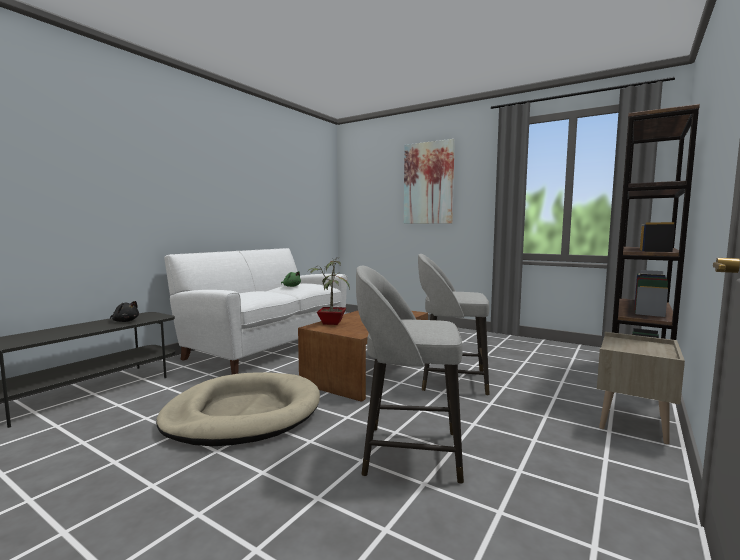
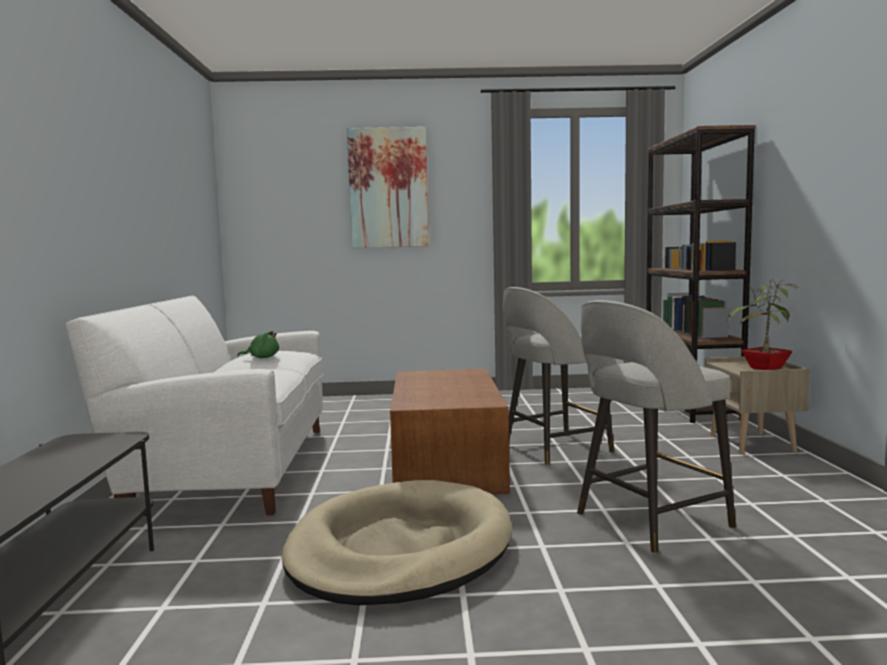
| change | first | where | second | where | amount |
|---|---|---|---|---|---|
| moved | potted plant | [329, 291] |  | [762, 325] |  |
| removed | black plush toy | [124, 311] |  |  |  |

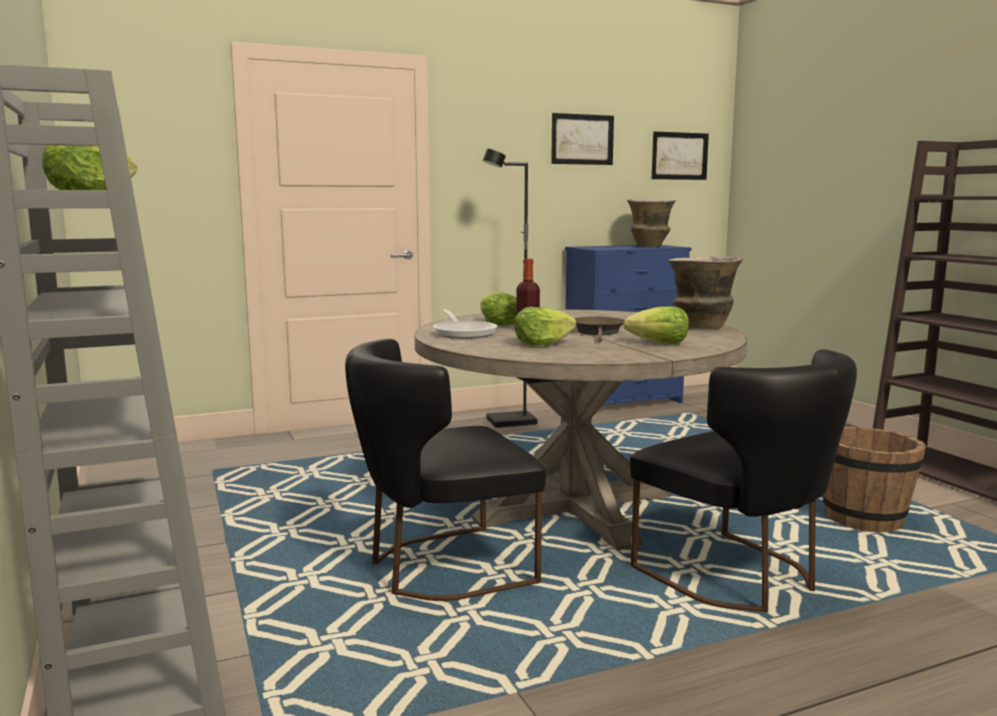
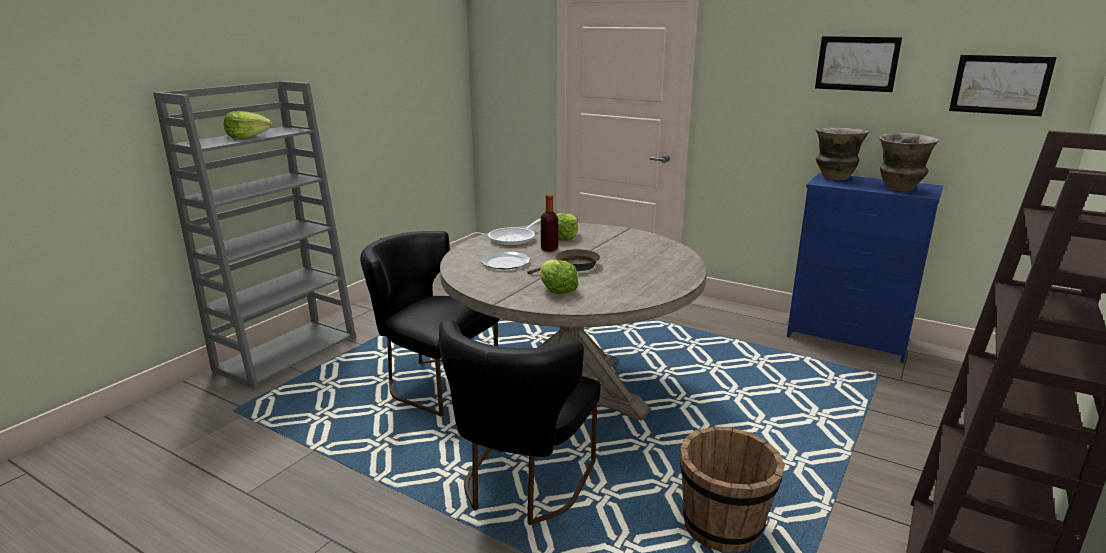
| change | first | where | second | where | amount |
|---|---|---|---|---|---|
| removed | black floor lamp | [510, 288] |  |  |  |
| moved | vase | [705, 293] |  | [842, 154] |  |
| replaced | lettuce | [545, 326] | plate | [505, 260] |  |

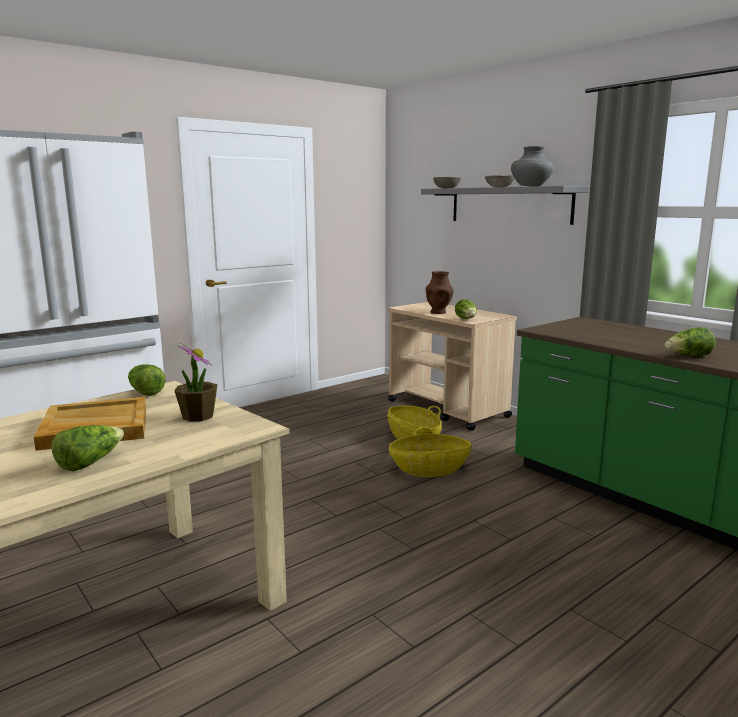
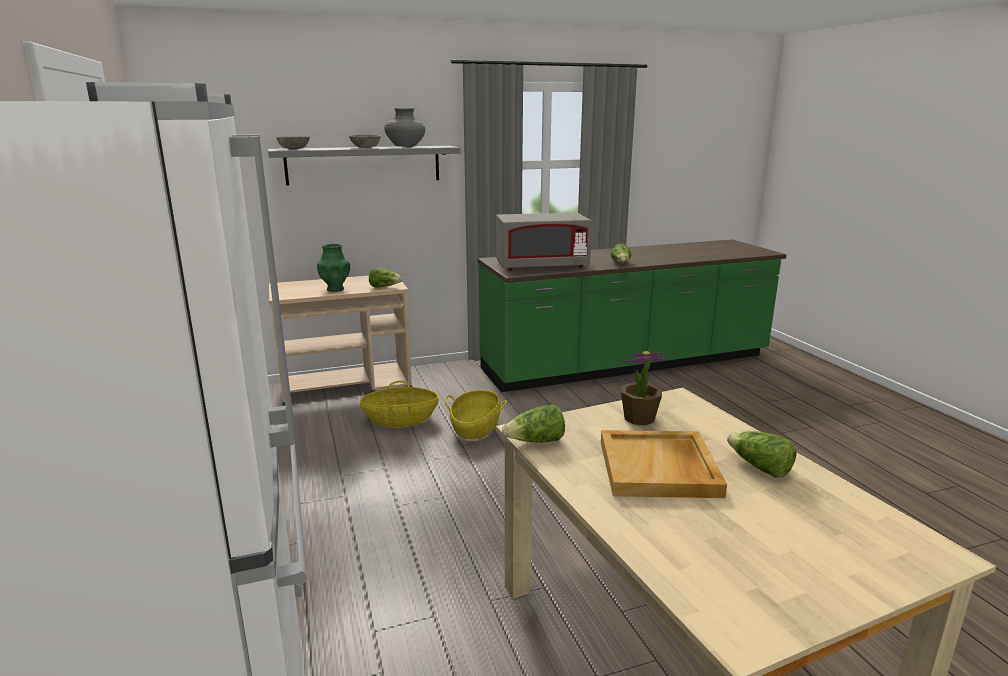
| change | first | where | second | where | amount |
|---|---|---|---|---|---|
| recoloured | brown vase | [440, 292] | green vase | [333, 267] |  |
| added |  |  | grey microwave | [544, 241] |  |

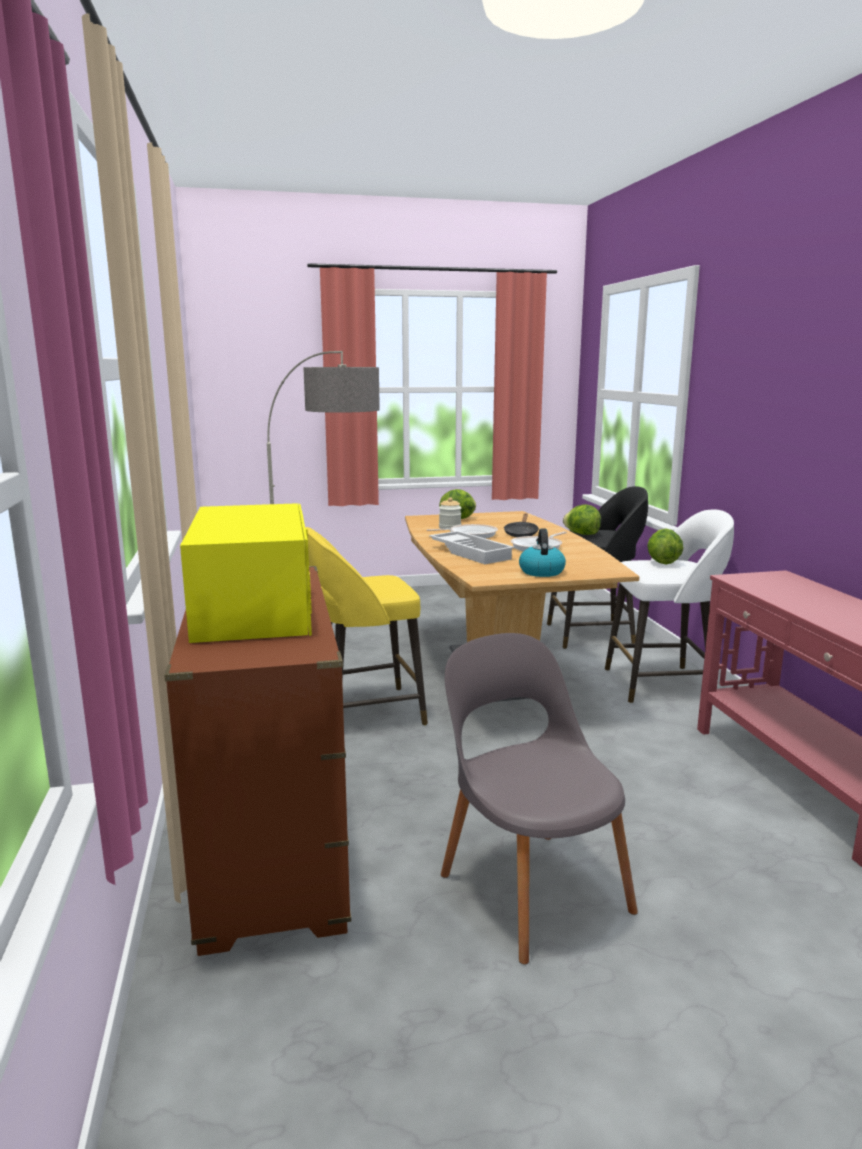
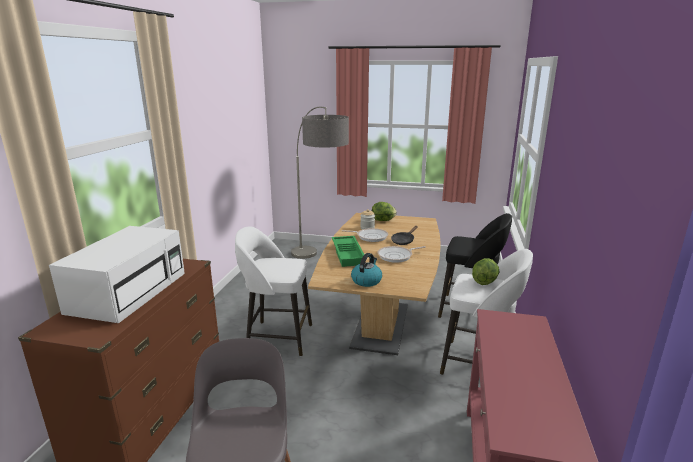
| change | first | where | second | where | amount |
|---|---|---|---|---|---|
| recoloured | yellow microwave | [246, 573] | white microwave | [117, 274] |  |
| removed | lettuce | [582, 519] |  |  |  |
| recoloured | yellow stool | [366, 626] | white stool | [273, 291] |  |
| recoloured | white tray | [472, 547] | green tray | [348, 251] |  |

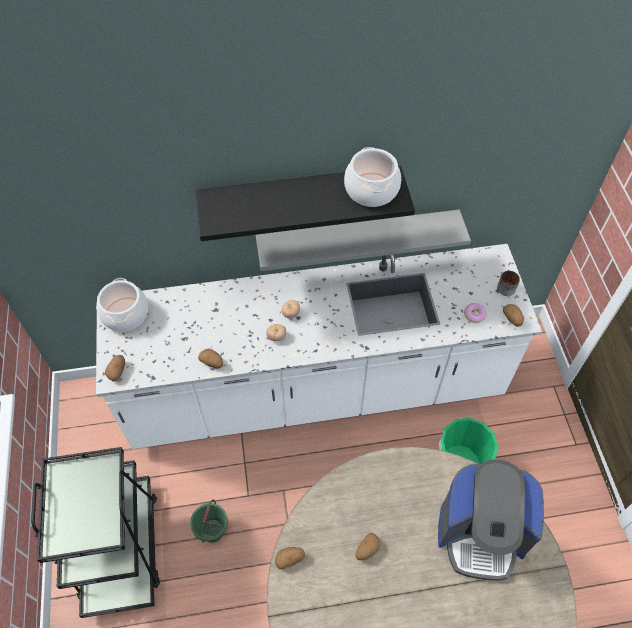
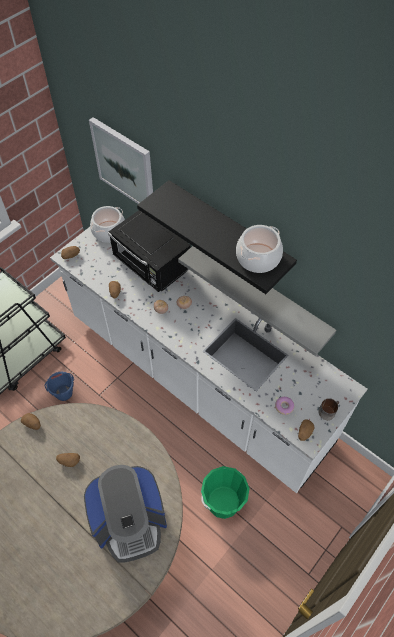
| change | first | where | second | where | amount |
|---|---|---|---|---|---|
| turned | coffee machine | [491, 519] |  | [125, 514] | 75 degrees counterclockwise |
| recoloured | green bucket | [209, 521] | blue bucket | [59, 386] |  |
| added |  |  | picture | [121, 160] |  |
| added |  |  | black microwave | [149, 251] |  |

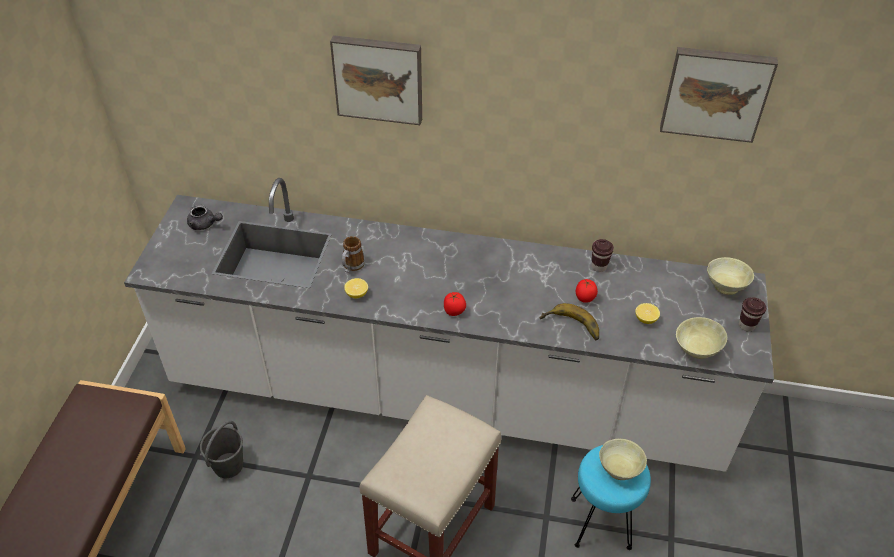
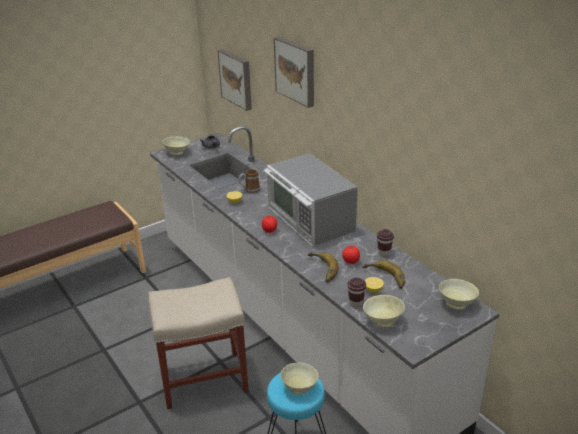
| change | first | where | second | where | amount |
|---|---|---|---|---|---|
| moved | picture | [719, 95] |  | [235, 80] |  |
| moved | brown cup | [752, 314] |  | [356, 292] |  |
| removed | grey bucket | [221, 449] |  |  |  |
| added |  |  | beige bowl | [176, 145] |  |
| added |  |  | microwave | [311, 200] |  |
| added |  |  | banana | [383, 274] |  |

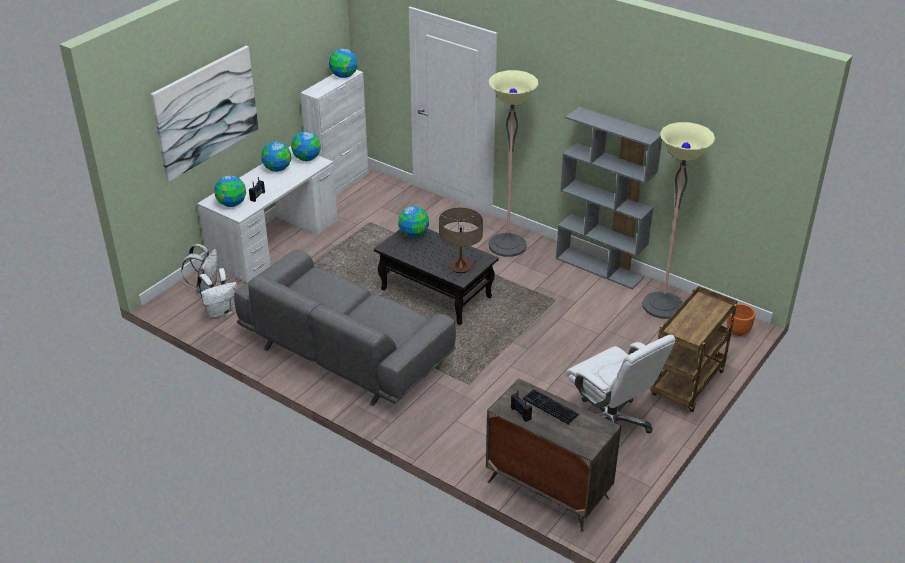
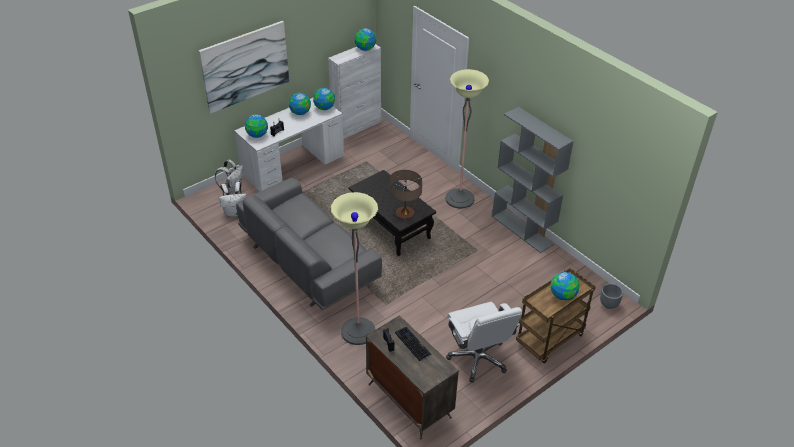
| change | first | where | second | where | amount |
|---|---|---|---|---|---|
| moved | floor lamp | [678, 220] |  | [354, 268] |  |
| moved | globe | [413, 222] |  | [565, 286] |  |
| recoloured | orange planter | [741, 320] | grey planter | [611, 296] |  |

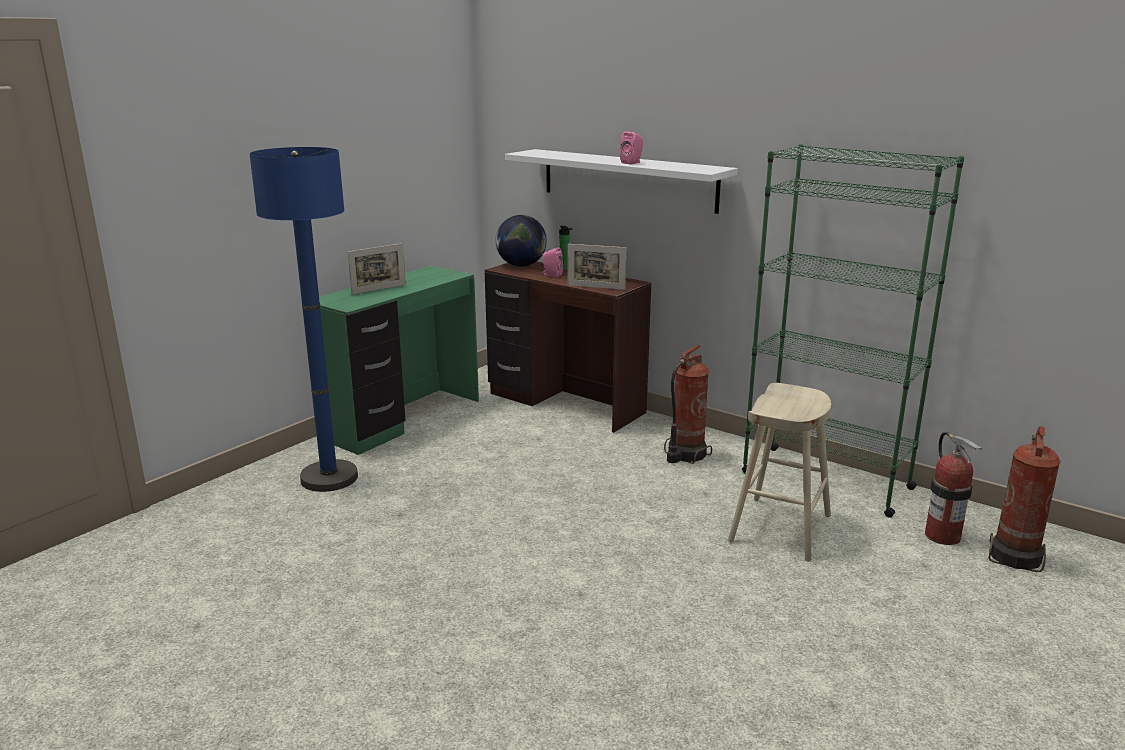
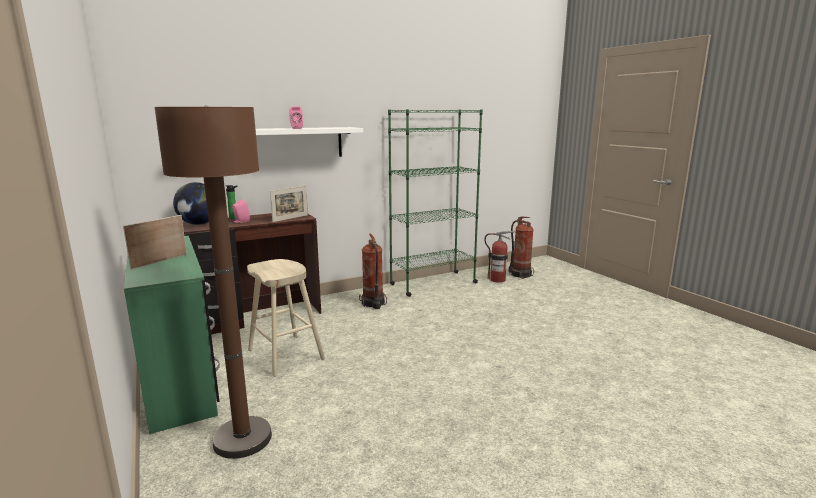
| change | first | where | second | where | amount |
|---|---|---|---|---|---|
| recoloured | blue floor lamp | [303, 319] | brown floor lamp | [213, 282] |  |
| turned | picture frame | [377, 269] |  | [155, 242] | 135 degrees counterclockwise |
| moved | beige stool | [779, 472] |  | [286, 317] |  |

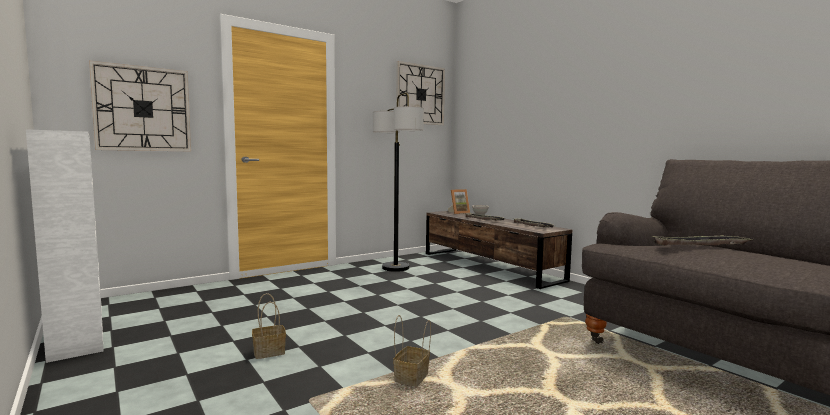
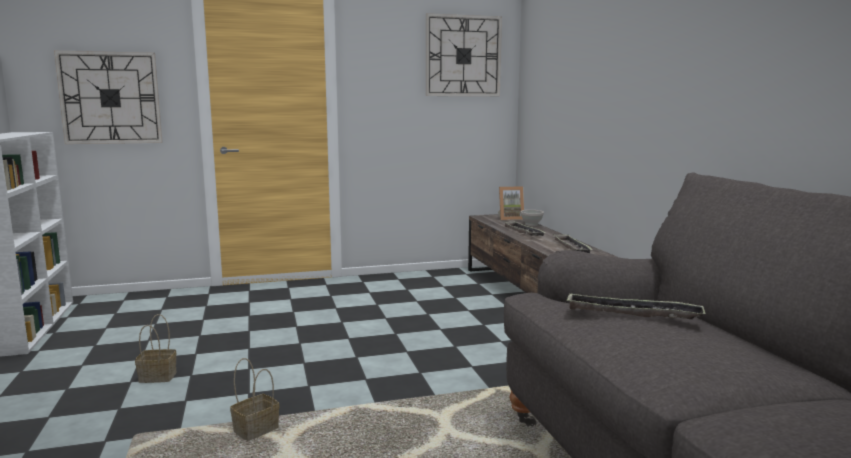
| change | first | where | second | where | amount |
|---|---|---|---|---|---|
| removed | floor lamp | [398, 182] |  |  |  |

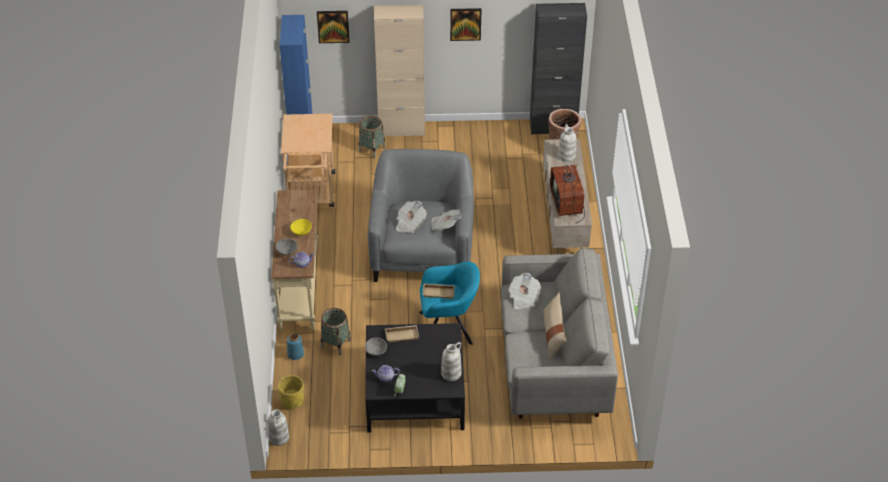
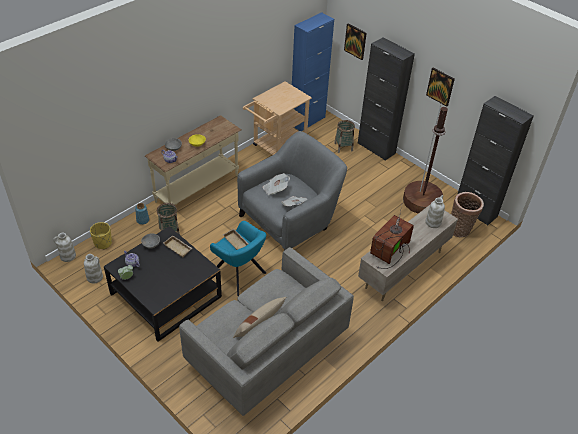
| change | first | where | second | where | amount |
|---|---|---|---|---|---|
| recoloured | beige cabinet | [399, 70] | black cabinet | [386, 99] |  |
| removed | newspaper | [525, 291] |  |  |  |
| moved | white vase | [451, 361] |  | [93, 269] |  |
| added |  |  | brown floor lamp | [425, 159] |  |

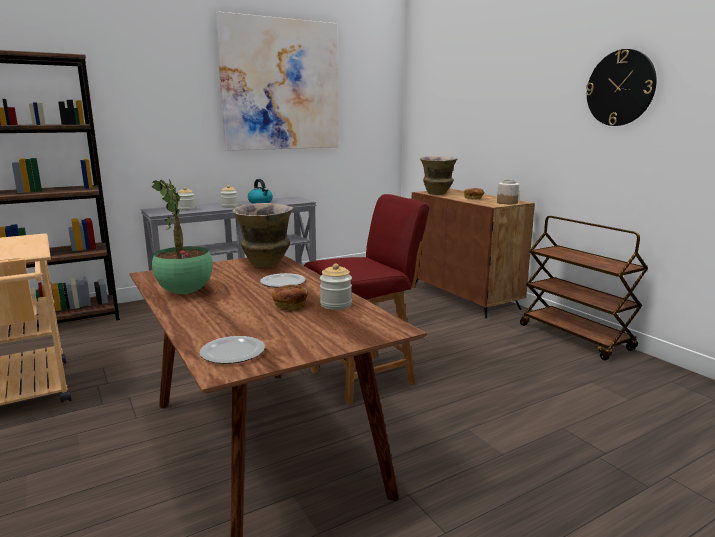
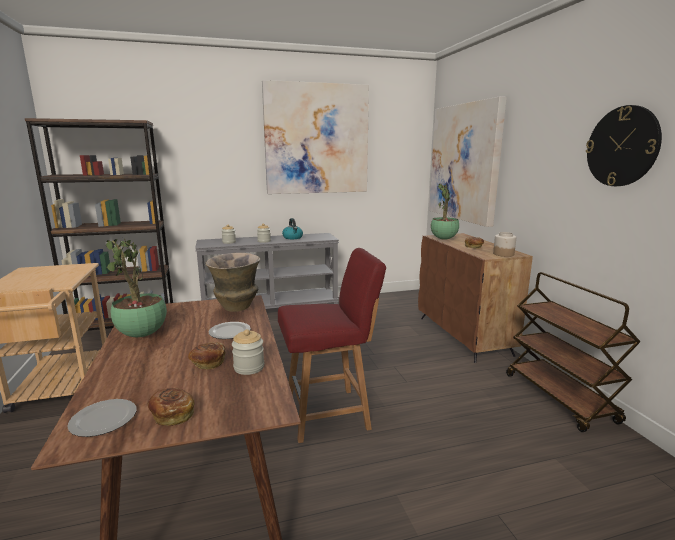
| change | first | where | second | where | amount |
|---|---|---|---|---|---|
| replaced | vase | [439, 175] | potted plant | [445, 212] |  |
| added |  |  | picture | [468, 161] |  |
| added |  |  | bread | [171, 407] |  |

